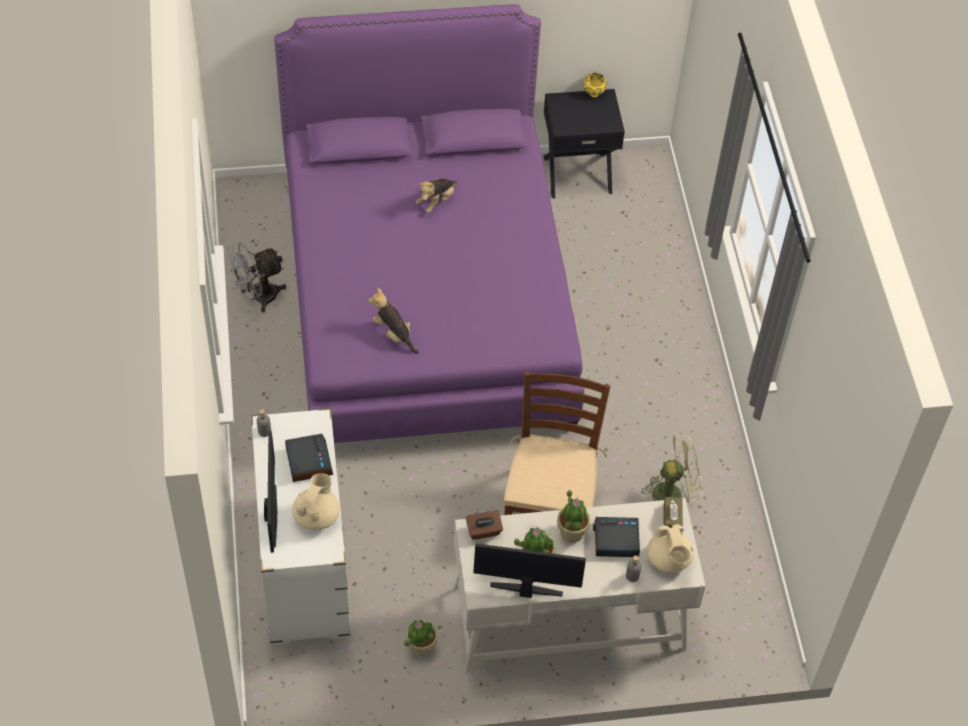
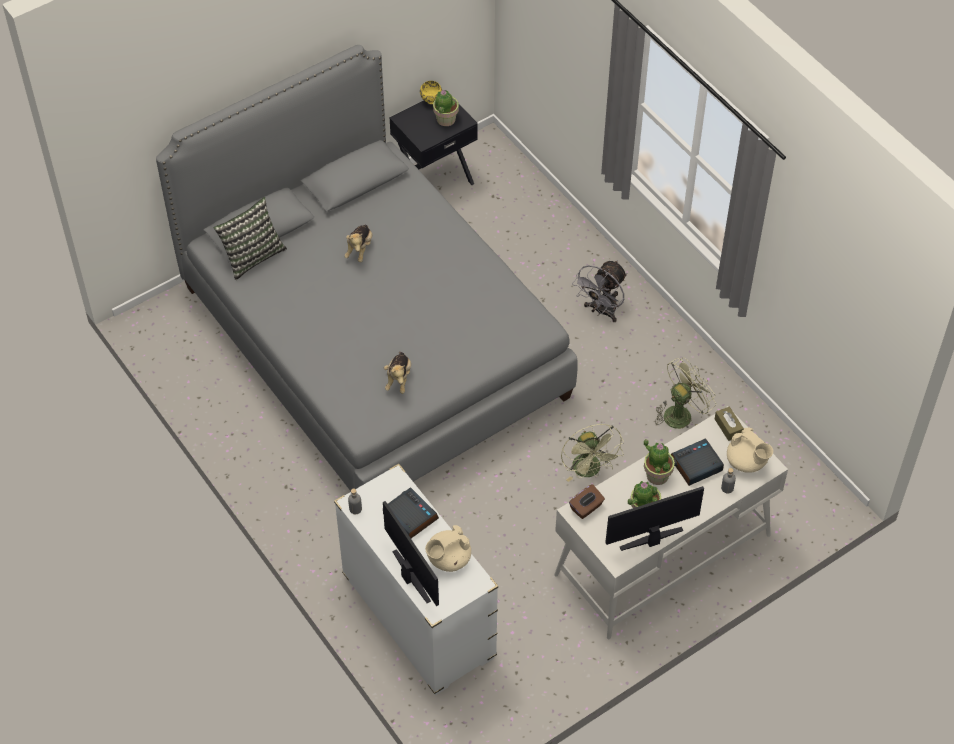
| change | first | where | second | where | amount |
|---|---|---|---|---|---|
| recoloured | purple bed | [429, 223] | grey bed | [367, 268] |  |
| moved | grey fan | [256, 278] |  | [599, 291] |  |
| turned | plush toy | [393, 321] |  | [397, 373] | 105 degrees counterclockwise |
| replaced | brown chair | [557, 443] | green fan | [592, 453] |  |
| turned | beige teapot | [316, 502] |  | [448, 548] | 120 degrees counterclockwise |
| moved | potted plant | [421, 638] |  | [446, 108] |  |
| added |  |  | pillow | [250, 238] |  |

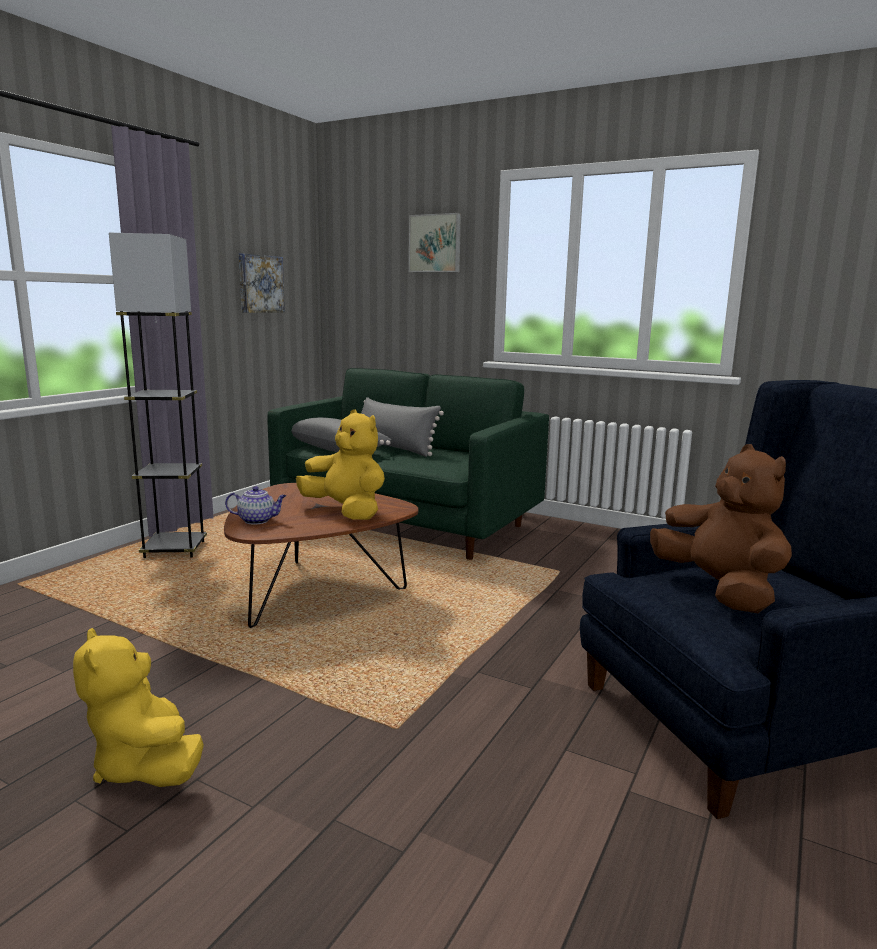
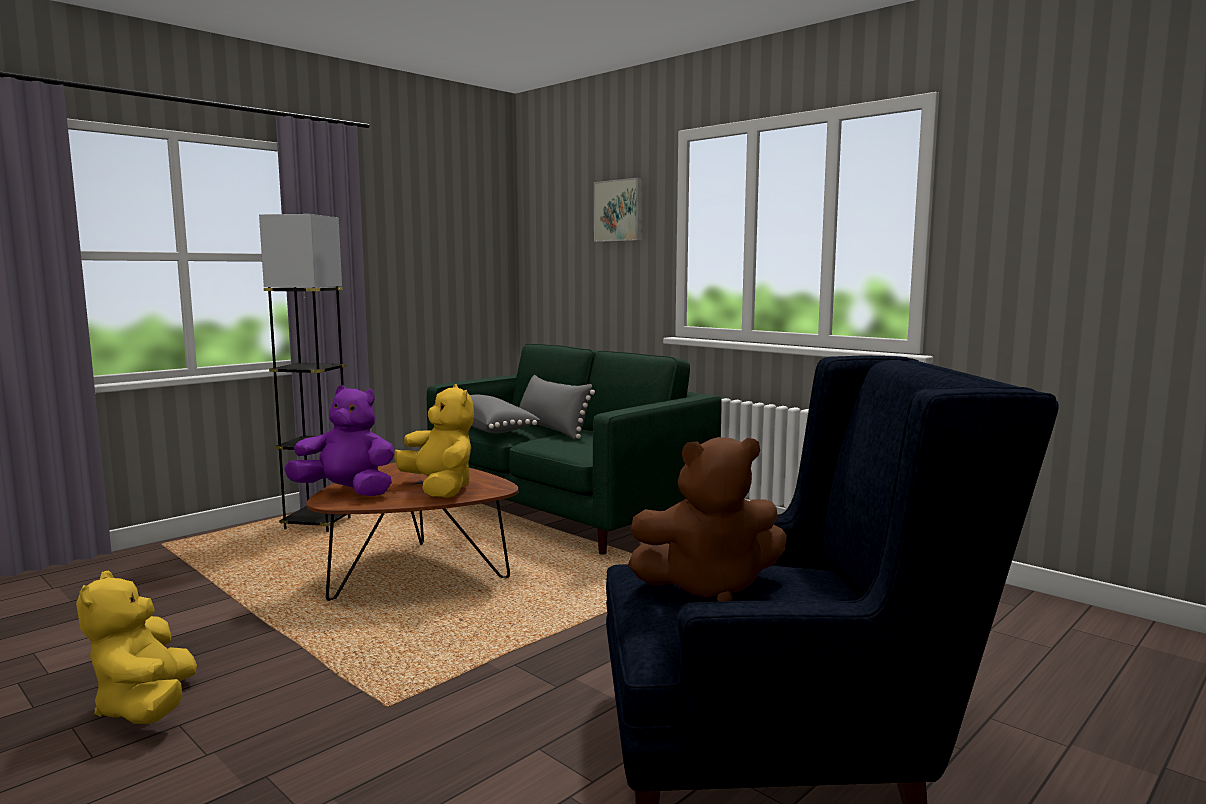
| change | first | where | second | where | amount |
|---|---|---|---|---|---|
| removed | picture | [262, 283] |  |  |  |
| turned | brown plush toy | [721, 528] |  | [707, 519] | 90 degrees clockwise |
| replaced | teapot | [255, 505] | purple plush toy | [339, 440] |  |

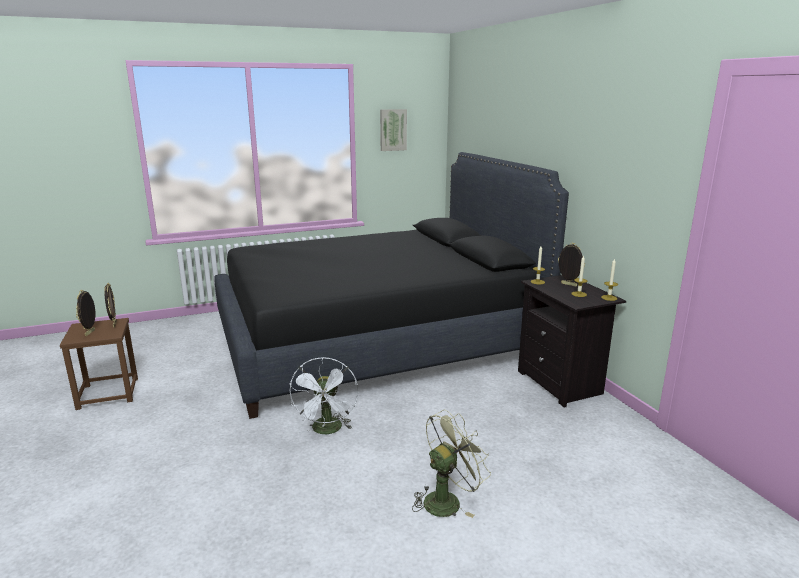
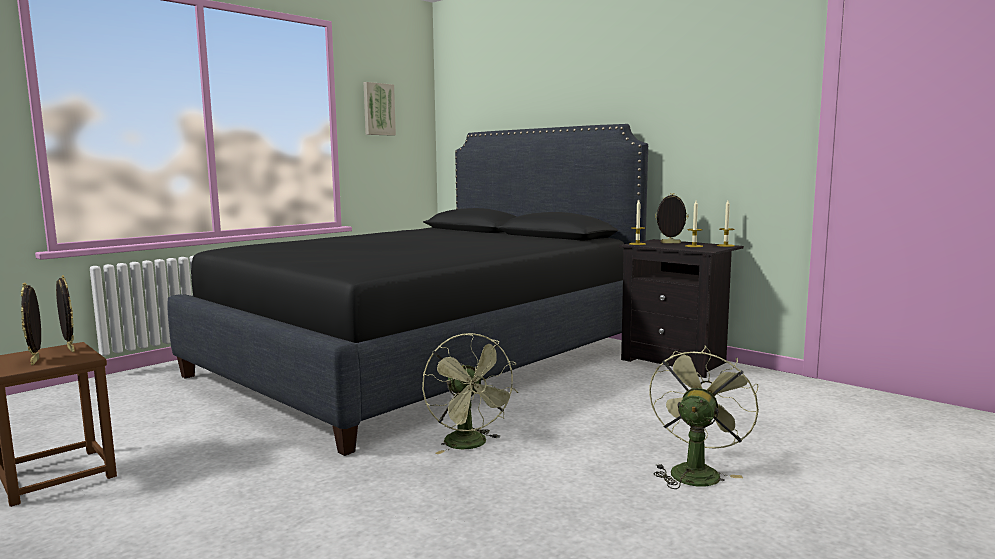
| change | first | where | second | where | amount |
|---|---|---|---|---|---|
| recoloured | white fan | [324, 395] | green fan | [470, 393] |  |

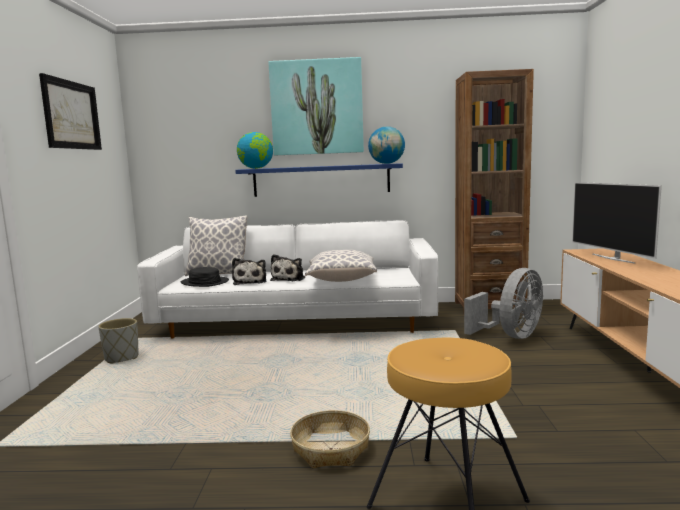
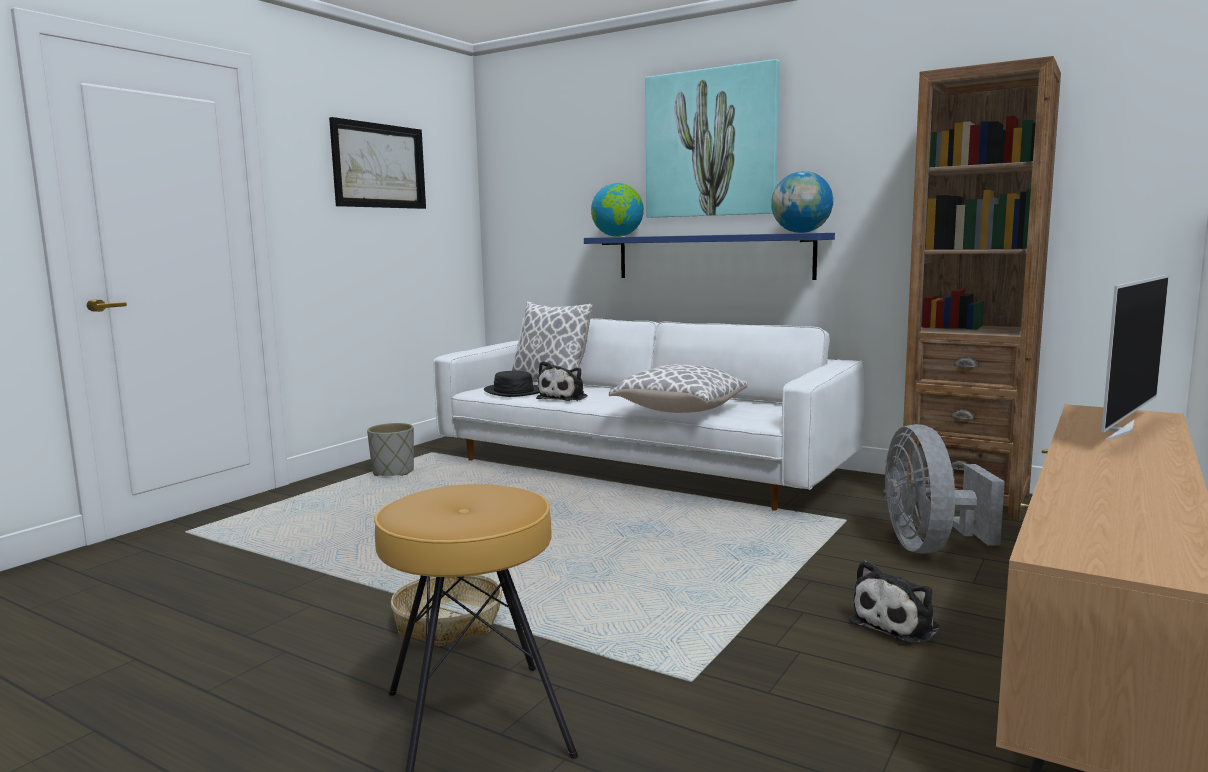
| change | first | where | second | where | amount |
|---|---|---|---|---|---|
| turned | television | [617, 223] |  | [1135, 358] | 150 degrees counterclockwise |
| moved | plush toy | [287, 267] |  | [895, 601] |  |
| turned | grey fan | [503, 303] |  | [944, 489] | 105 degrees clockwise |

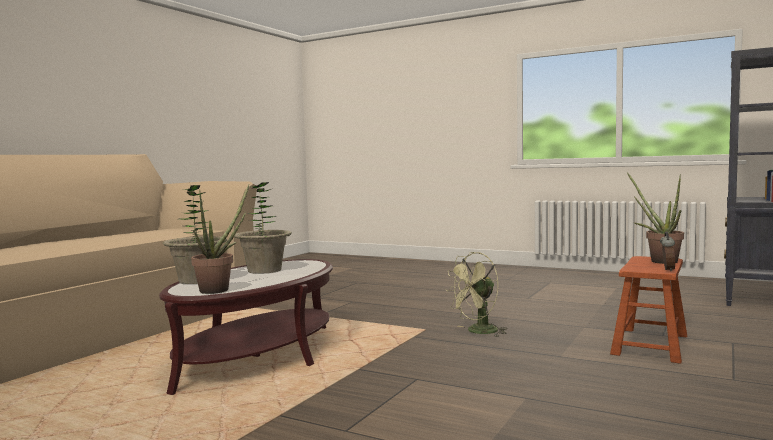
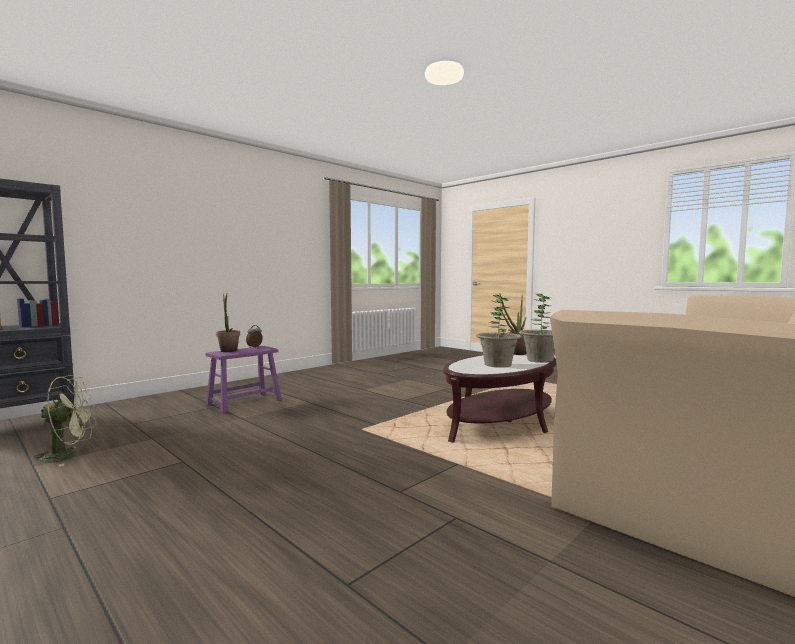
| change | first | where | second | where | amount |
|---|---|---|---|---|---|
| moved | green fan | [476, 294] |  | [65, 421] |  |
| recoloured | brown stool | [648, 310] | purple stool | [243, 379] |  |

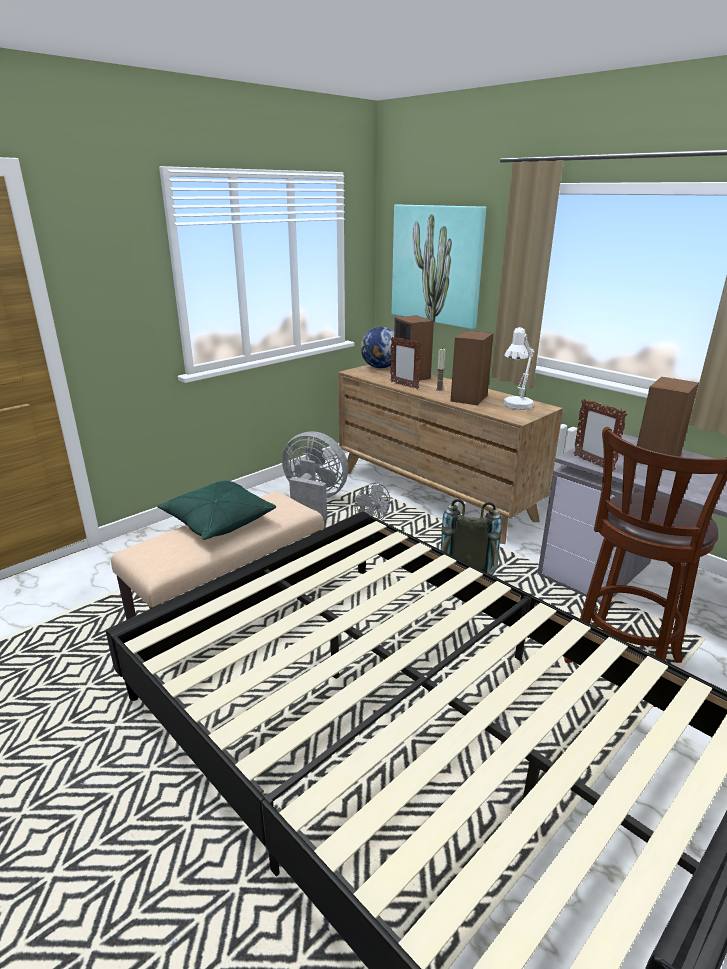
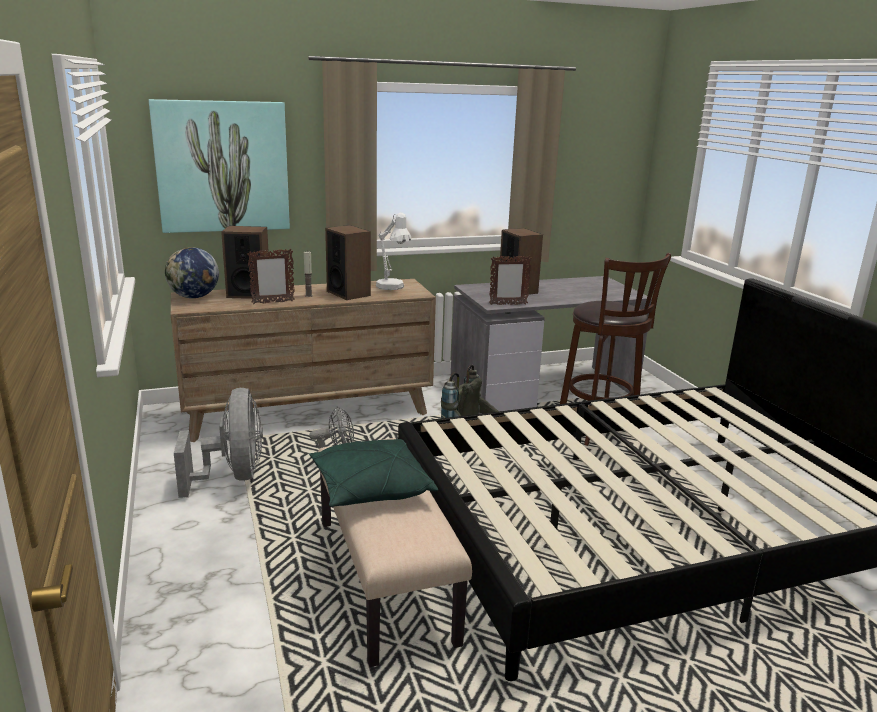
| change | first | where | second | where | amount |
|---|---|---|---|---|---|
| turned | grey fan | [315, 476] |  | [218, 443] | 120 degrees clockwise |

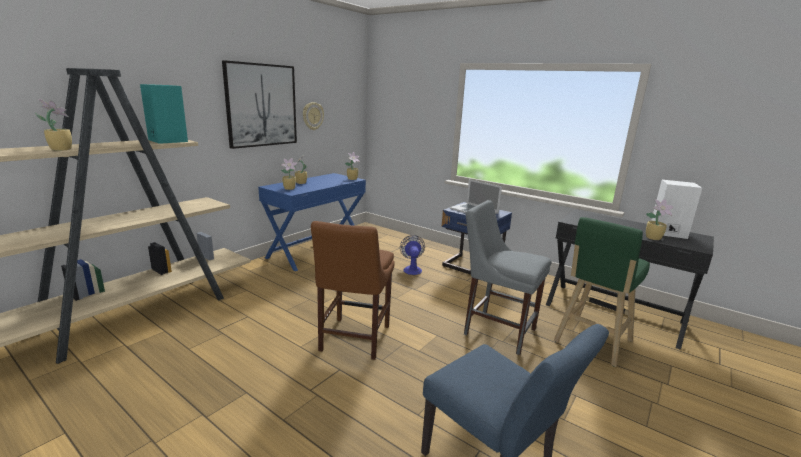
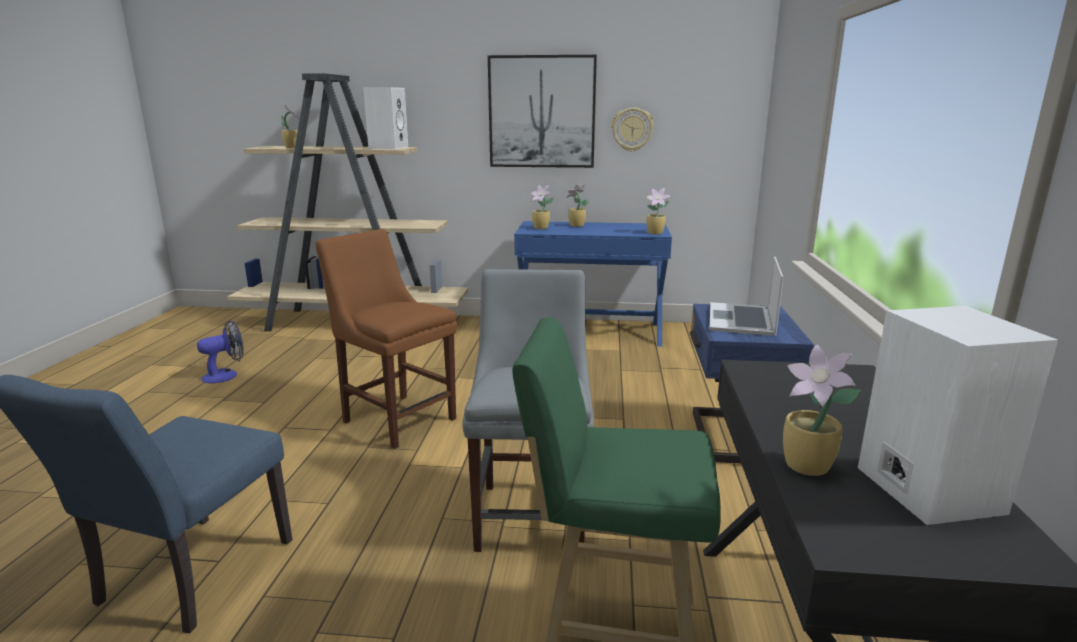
| change | first | where | second | where | amount |
|---|---|---|---|---|---|
| recoloured | turquoise speaker | [164, 114] | white speaker | [385, 118] |  |
| turned | brown chair | [353, 290] |  | [386, 339] | 60 degrees clockwise |
| moved | fan | [412, 255] |  | [220, 351] |  |

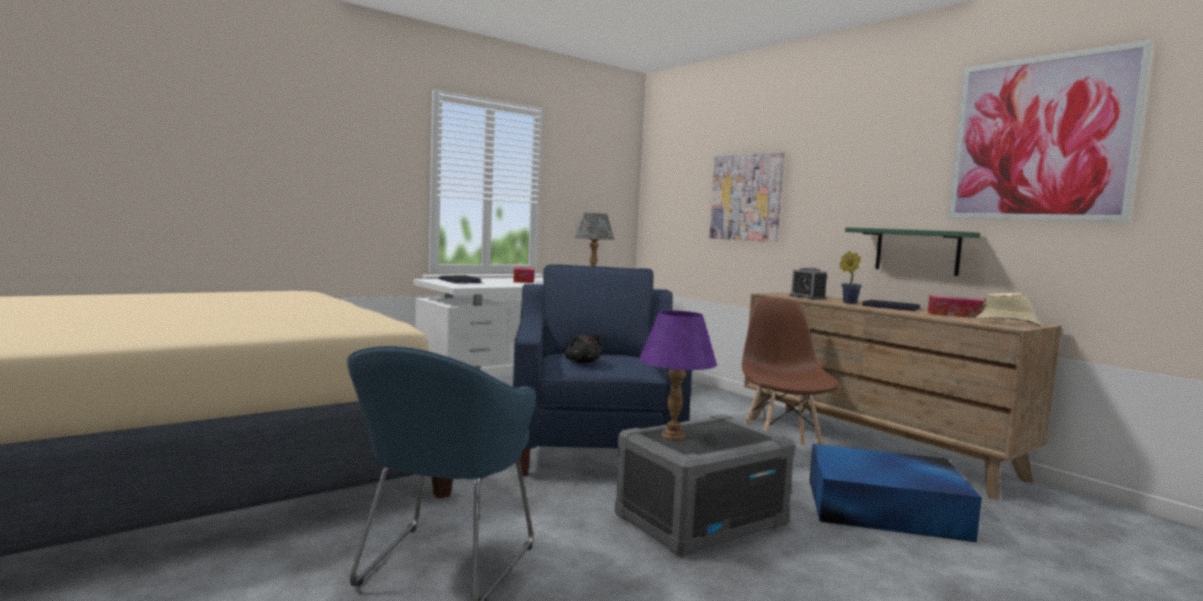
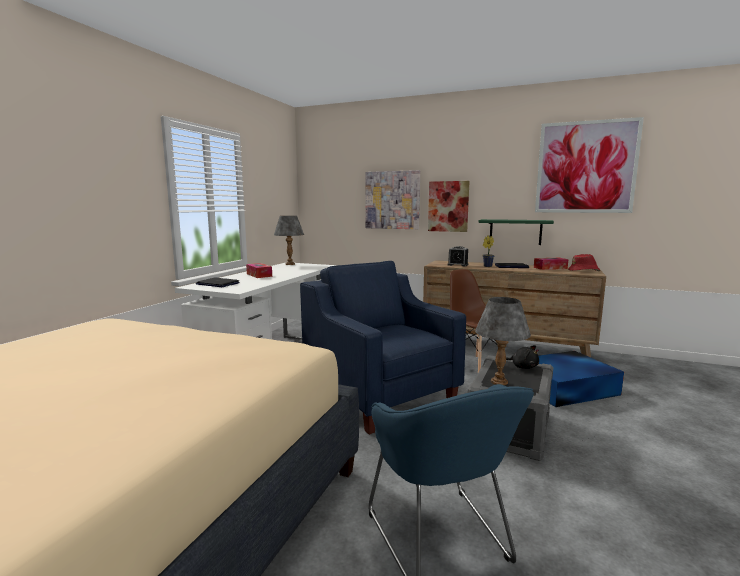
| change | first | where | second | where | amount |
|---|---|---|---|---|---|
| recoloured | beige hat | [1008, 309] | red hat | [584, 262] |  |
| recoloured | purple table lamp | [678, 375] | grey table lamp | [503, 341] |  |
| moved | black plush toy | [583, 349] |  | [522, 357] |  |
| added |  |  | picture | [449, 206] |  |

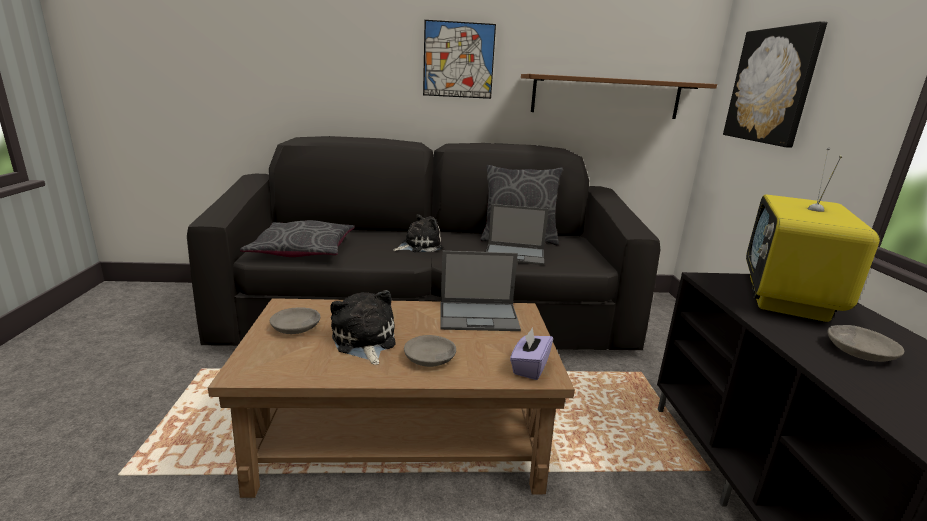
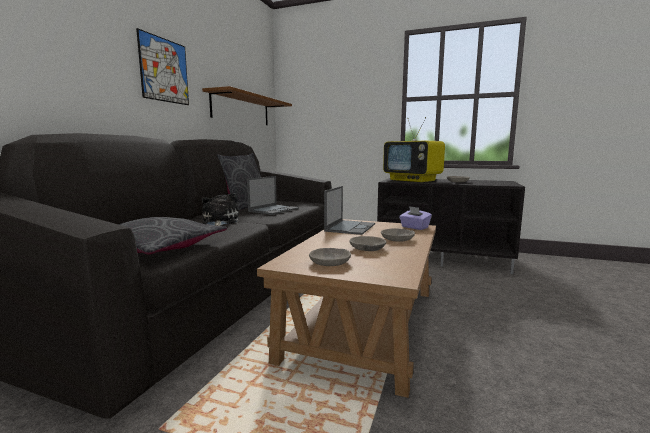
| change | first | where | second | where | amount |
|---|---|---|---|---|---|
| removed | picture | [775, 84] |  |  |  |
| replaced | plush toy | [363, 327] | grey bowl | [368, 243] |  |

